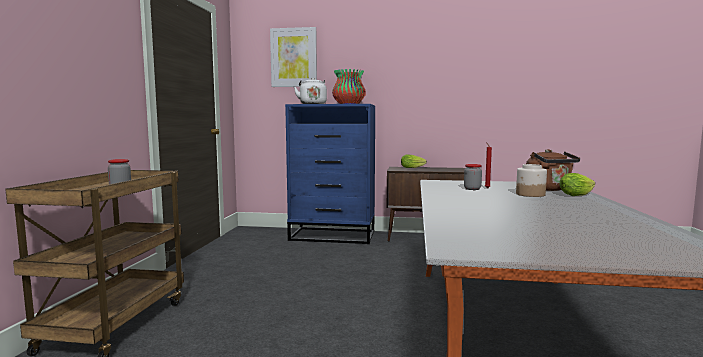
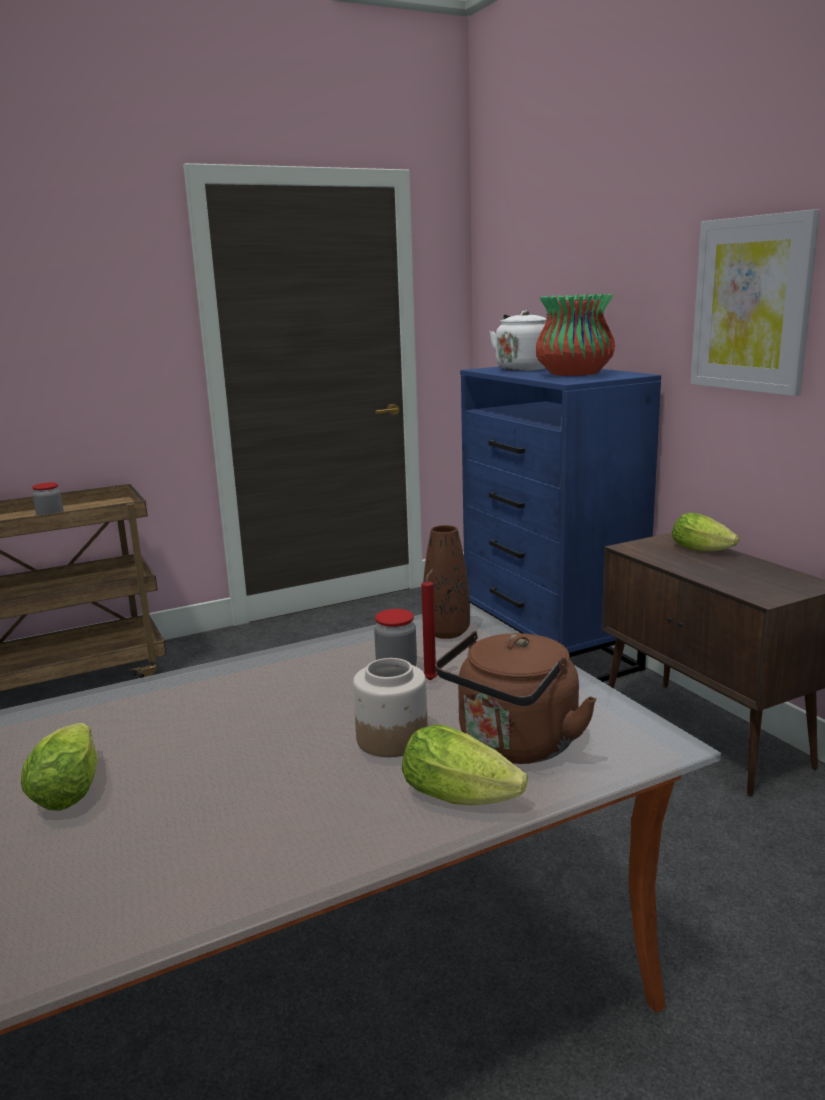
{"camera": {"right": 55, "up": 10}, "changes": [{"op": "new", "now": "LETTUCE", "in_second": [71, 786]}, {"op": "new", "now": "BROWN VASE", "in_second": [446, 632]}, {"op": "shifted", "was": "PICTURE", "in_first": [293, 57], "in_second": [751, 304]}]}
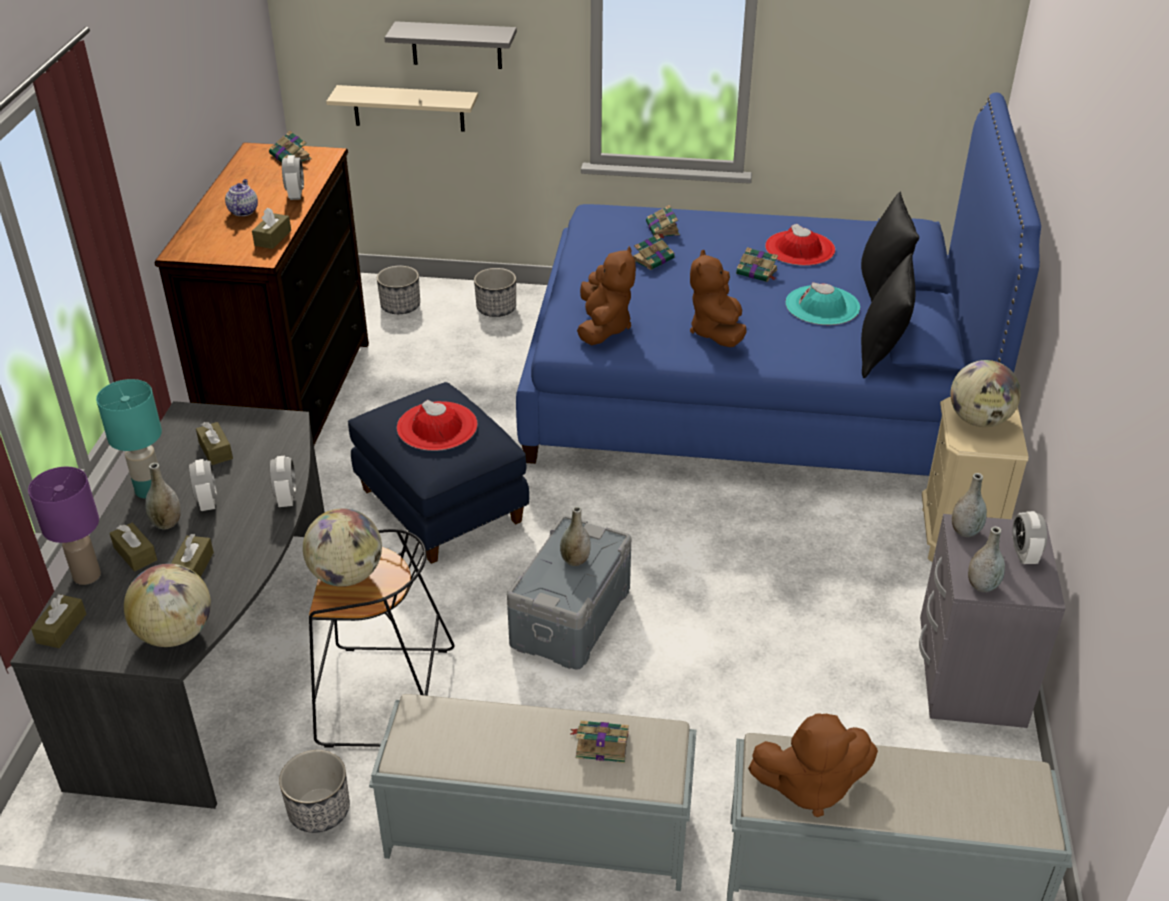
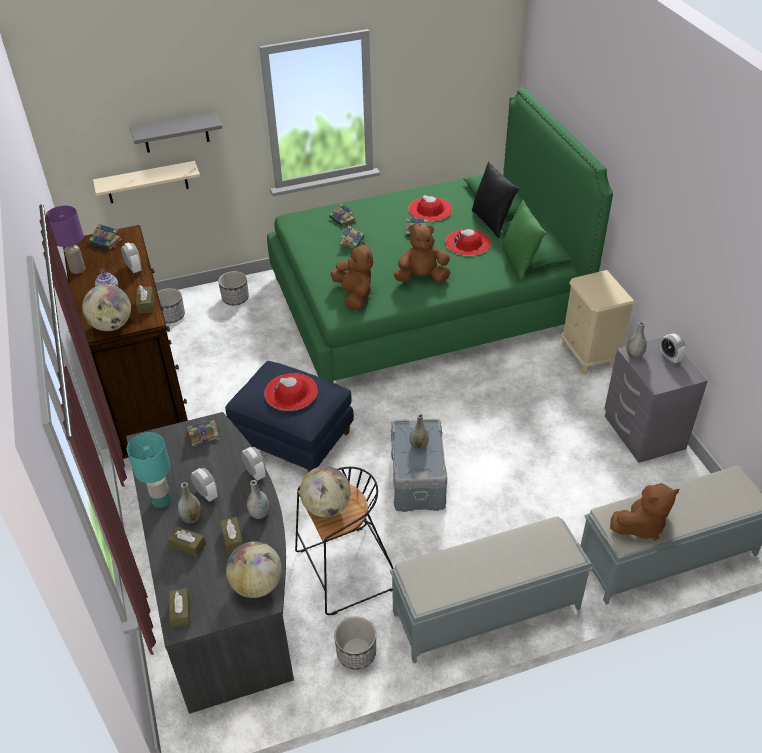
{"camera": {"right": -25, "up": 5}, "changes": [{"op": "shifted", "was": "PURPLE TABLE LAMP", "in_first": [88, 575], "in_second": [78, 269]}, {"op": "shifted", "was": "GLOBE", "in_first": [979, 420], "in_second": [112, 325]}, {"op": "shifted", "was": "BOOK", "in_first": [600, 744], "in_second": [202, 435]}, {"op": "shifted", "was": "GREY VASE", "in_first": [982, 586], "in_second": [259, 514]}, {"op": "repainted", "was": "BLUE BED", "now": "GREEN BED", "in_first": [753, 388], "in_second": [425, 302]}, {"op": "rotated", "was": "BROWN PLUSH TOY", "in_first": [717, 333], "in_second": [422, 278], "clockwise": 105}, {"op": "repainted", "was": "TURQUOISE HAT", "now": "RED HAT", "in_first": [822, 306], "in_second": [468, 243]}, {"op": "repainted", "was": "BLACK PILLOW", "now": "GREEN PILLOW", "in_first": [881, 354], "in_second": [519, 263]}, {"op": "gone", "was": "BROWN TISSUE BOX", "in_first": [215, 450]}]}
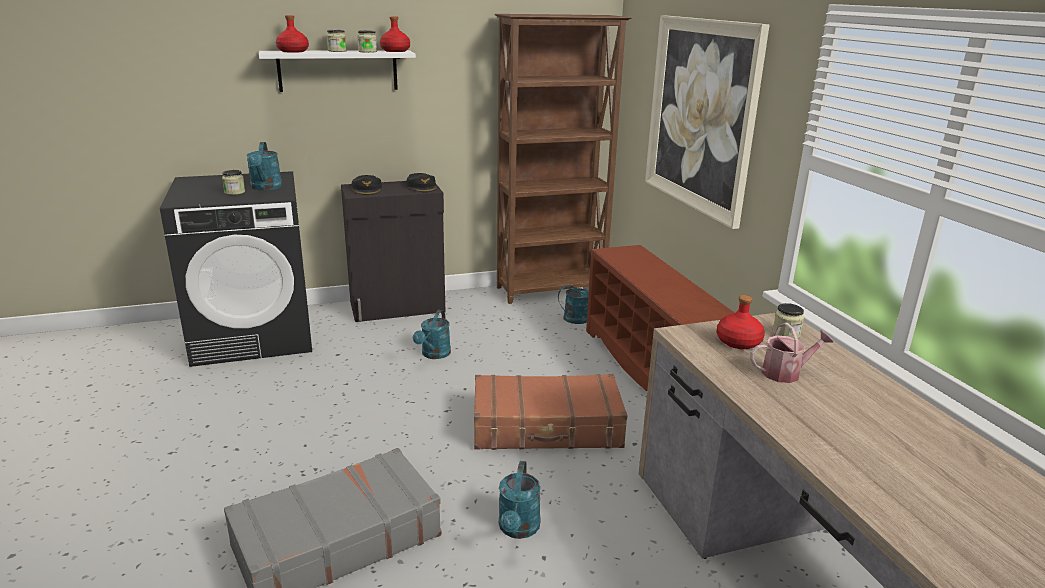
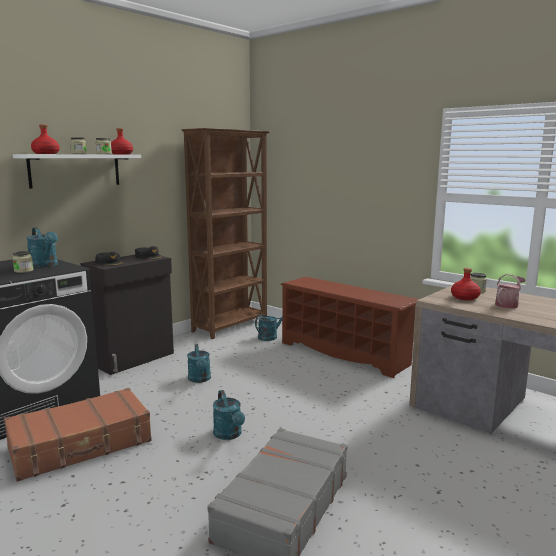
{"camera": {"right": -30, "up": -10}, "changes": [{"op": "shifted", "was": "BROWN SUITCASE", "in_first": [547, 427], "in_second": [81, 445]}, {"op": "shifted", "was": "TURQUOISE WATERING CAN", "in_first": [518, 529], "in_second": [229, 435]}, {"op": "gone", "was": "PICTURE", "in_first": [701, 115]}]}
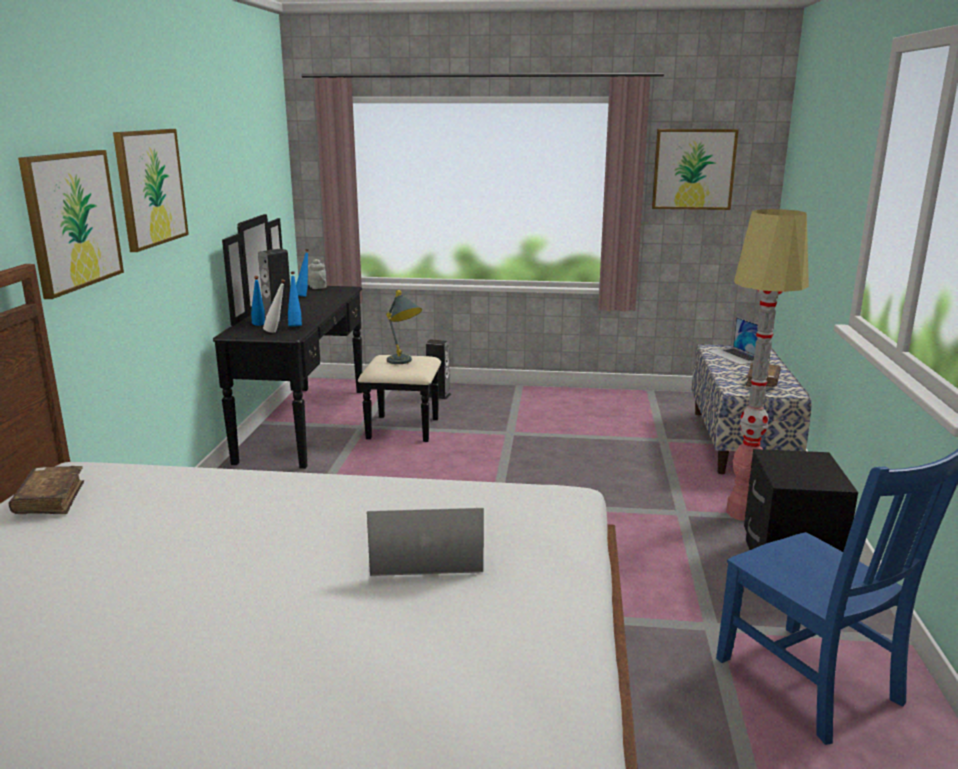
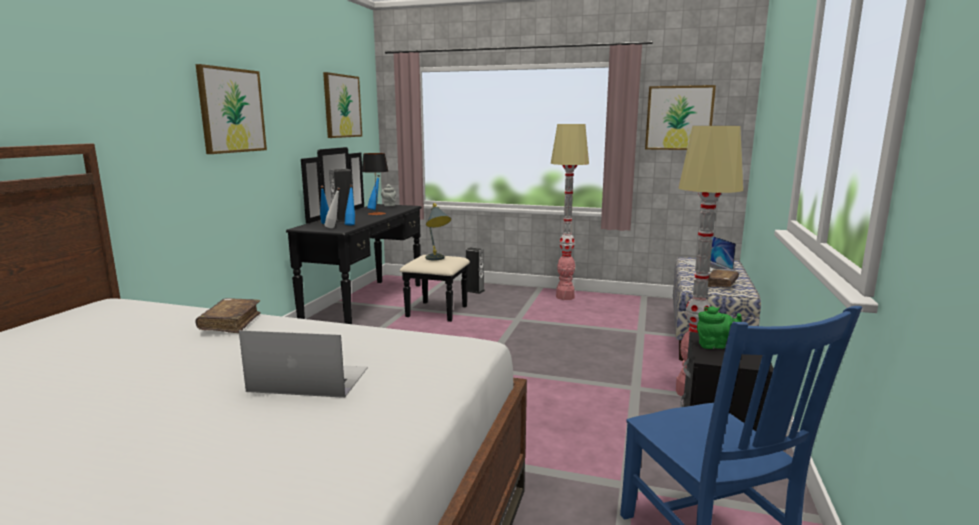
{"camera": {"right": 10, "up": -5}, "changes": [{"op": "shifted", "was": "BROWN BOOK", "in_first": [50, 500], "in_second": [231, 323]}, {"op": "shifted", "was": "PICTURE", "in_first": [72, 220], "in_second": [342, 106]}, {"op": "new", "now": "TABLE LAMP", "in_second": [377, 213]}, {"op": "new", "now": "FLOOR LAMP", "in_second": [565, 297]}, {"op": "new", "now": "GREEN TEAPOT", "in_second": [714, 345]}]}
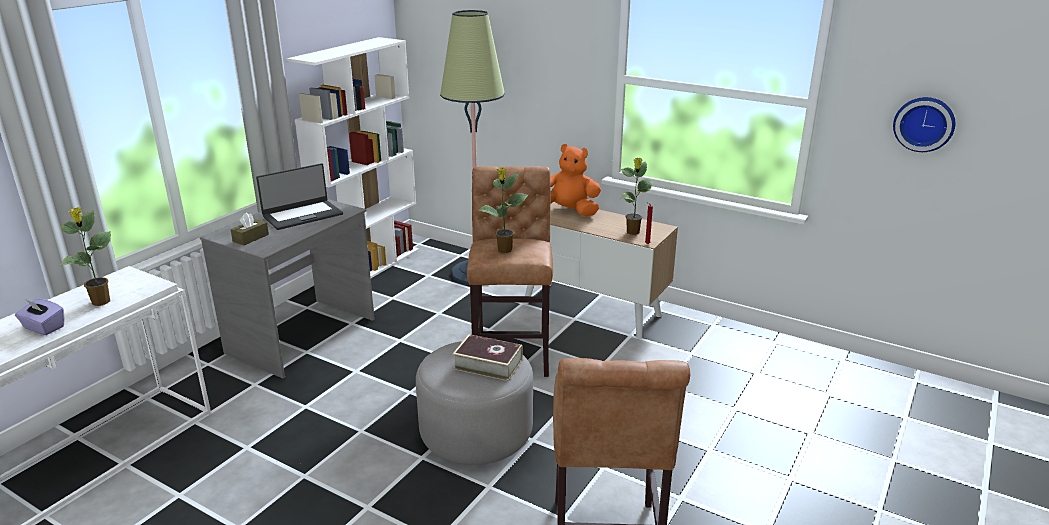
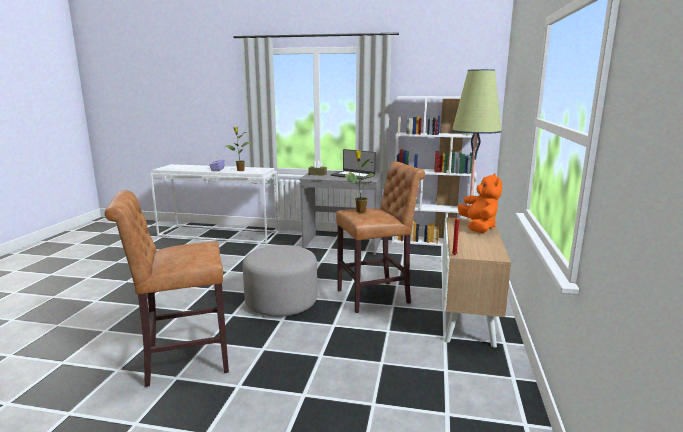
{"camera": {"right": 70, "up": -10}, "changes": [{"op": "gone", "was": "BOOK", "in_first": [488, 364]}, {"op": "gone", "was": "POTTED PLANT", "in_first": [633, 232]}, {"op": "gone", "was": "WALL CLOCK", "in_first": [924, 123]}]}
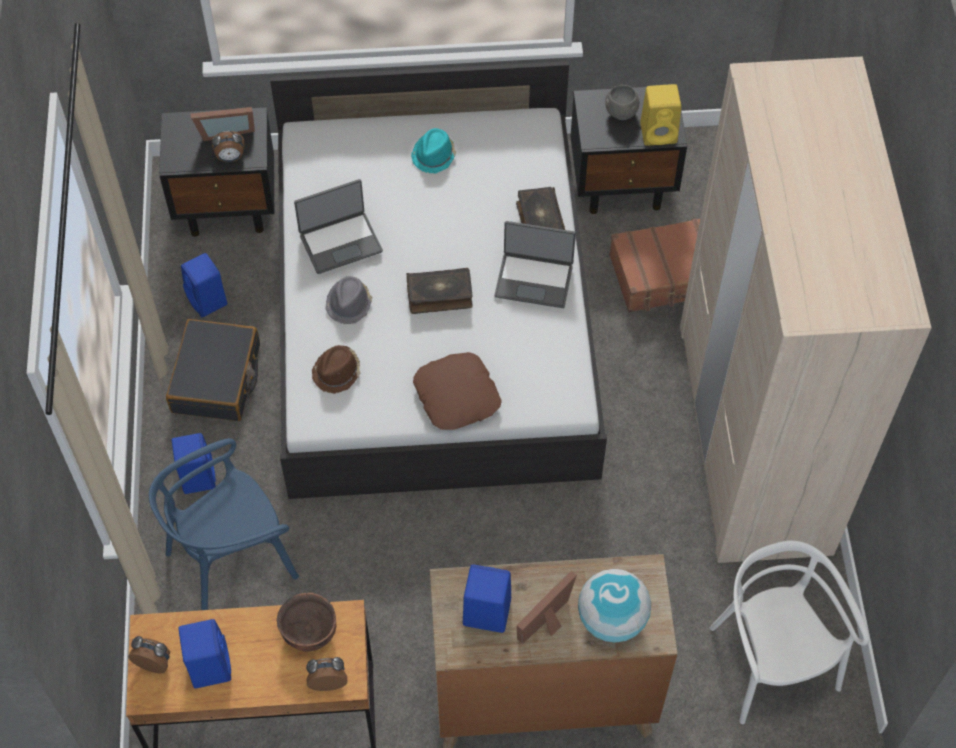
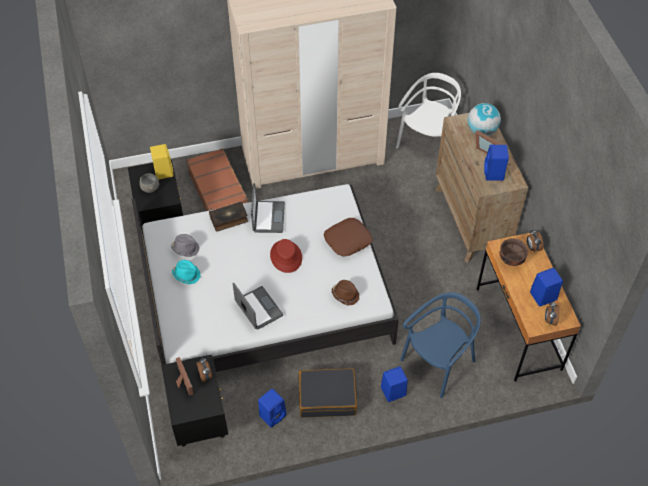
{"camera": {"right": -100, "up": -5}, "changes": [{"op": "shifted", "was": "GREY HAT", "in_first": [349, 304], "in_second": [185, 248]}, {"op": "swapped", "was": "BOOK", "now": "RED HAT", "in_first": [439, 295], "in_second": [286, 256]}, {"op": "rotated", "was": "WHITE CHAIR", "in_first": [770, 662], "in_second": [427, 143], "clockwise": 150}, {"op": "rotated", "was": "BLUE CHAIR", "in_first": [231, 560], "in_second": [438, 363], "clockwise": -90}]}
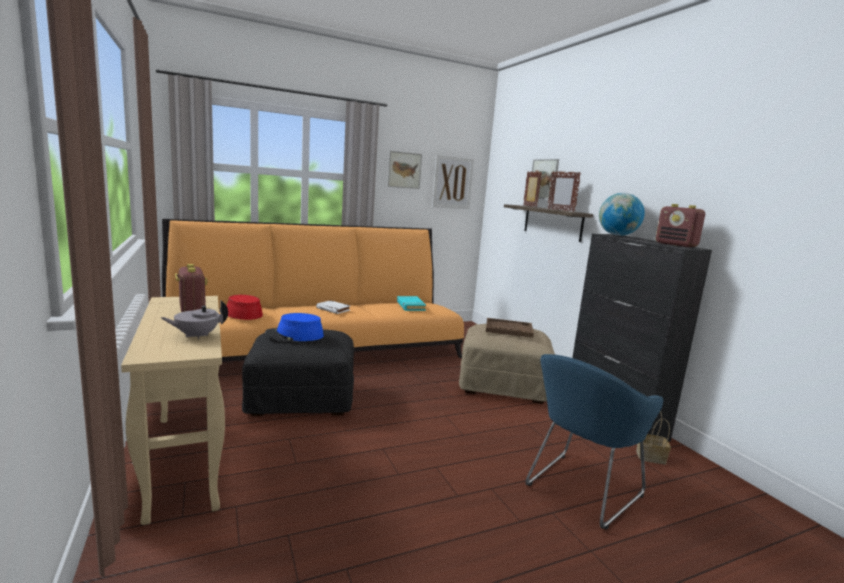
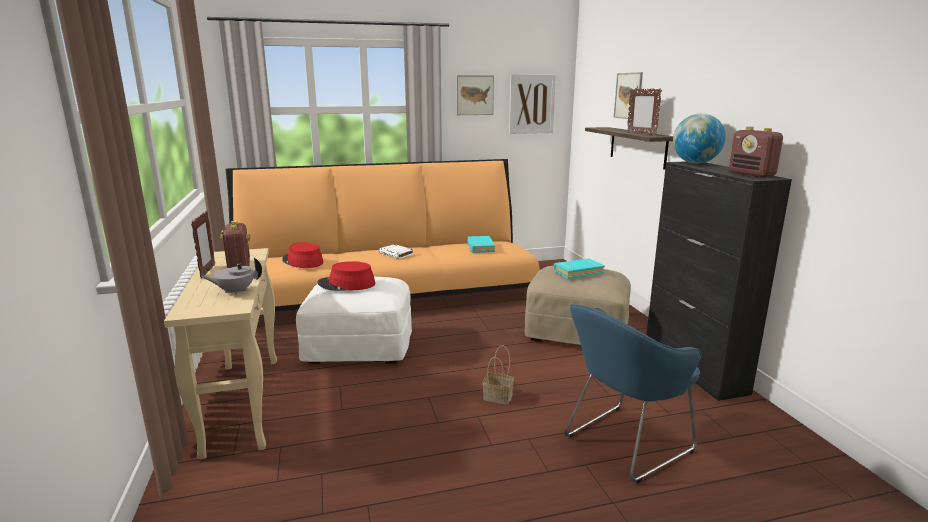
{"camera": {"right": 10, "up": 5}, "changes": [{"op": "shifted", "was": "PICTURE FRAME", "in_first": [529, 206], "in_second": [207, 272]}, {"op": "repainted", "was": "BLACK OTTOMAN", "now": "WHITE OTTOMAN", "in_first": [301, 399], "in_second": [359, 347]}, {"op": "repainted", "was": "BLUE HAT", "now": "RED HAT", "in_first": [294, 335], "in_second": [346, 284]}, {"op": "shifted", "was": "BASKET", "in_first": [651, 457], "in_second": [499, 397]}, {"op": "swapped", "was": "BROWN TRAY", "now": "TURQUOISE BOOK", "in_first": [508, 329], "in_second": [578, 272]}]}
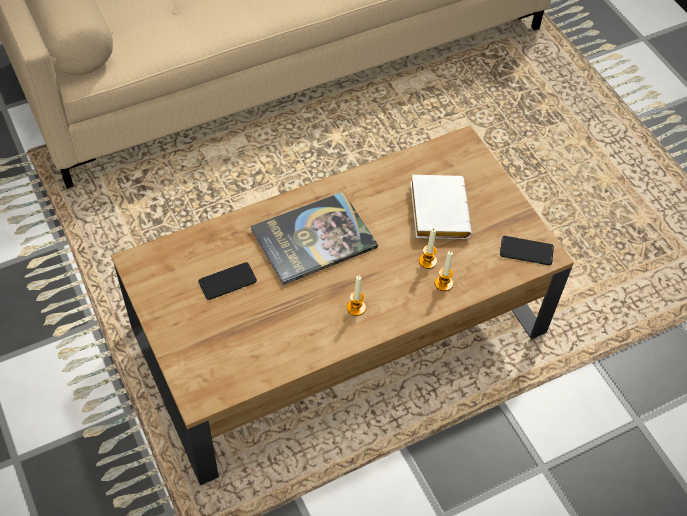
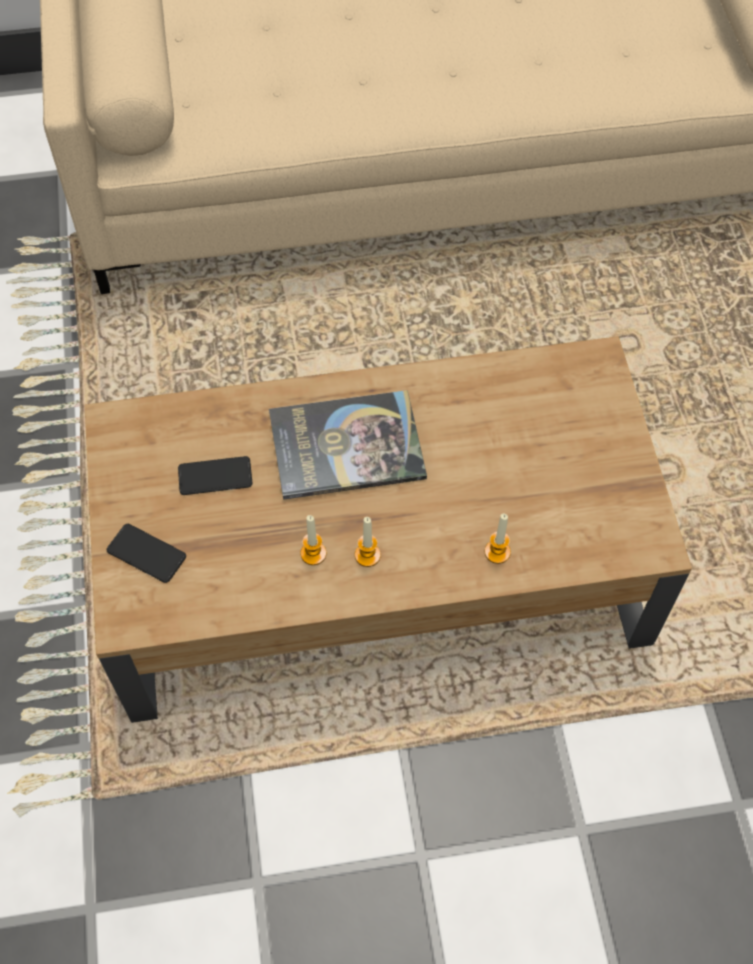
{"camera": {"right": 20, "up": 5}, "changes": [{"op": "shifted", "was": "PHONE", "in_first": [526, 251], "in_second": [146, 553]}, {"op": "shifted", "was": "CANDLE", "in_first": [427, 261], "in_second": [313, 553]}, {"op": "gone", "was": "WHITE BOOK", "in_first": [436, 210]}]}
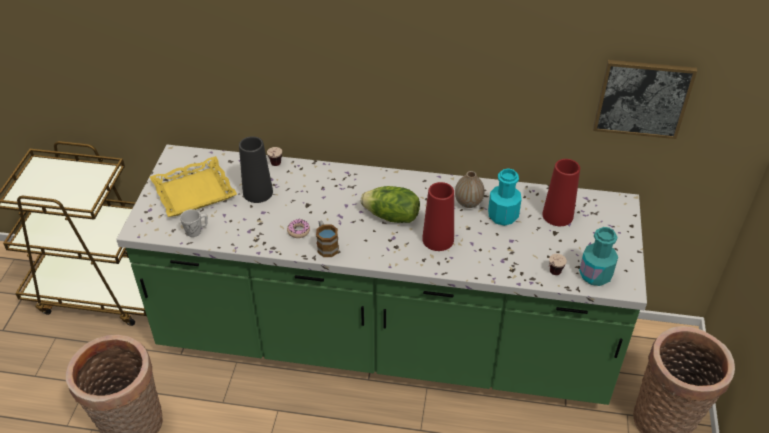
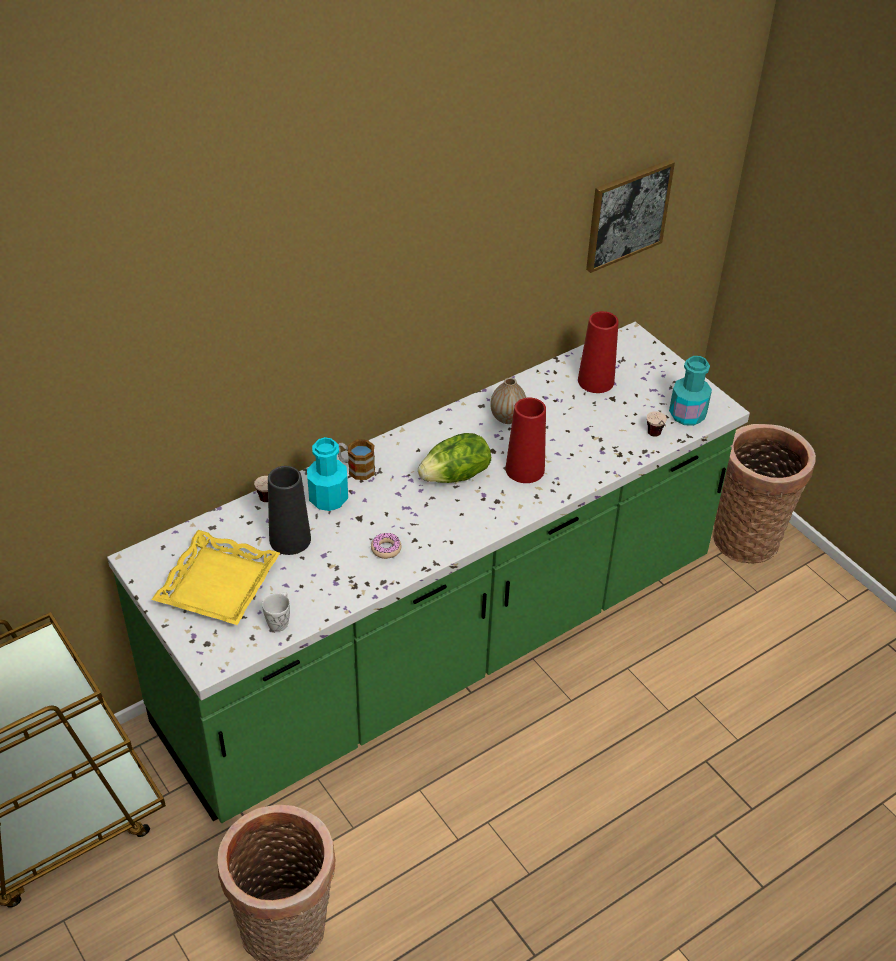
{"camera": {"right": -45, "up": 0}, "changes": [{"op": "shifted", "was": "TURQUOISE BOTTLE", "in_first": [503, 216], "in_second": [328, 498]}, {"op": "shifted", "was": "MUG", "in_first": [326, 246], "in_second": [356, 468]}]}
